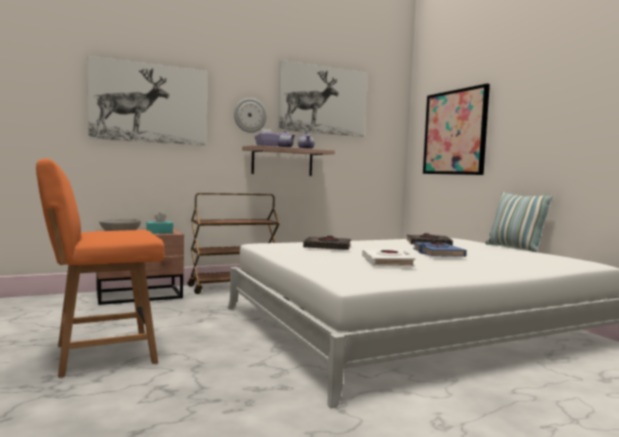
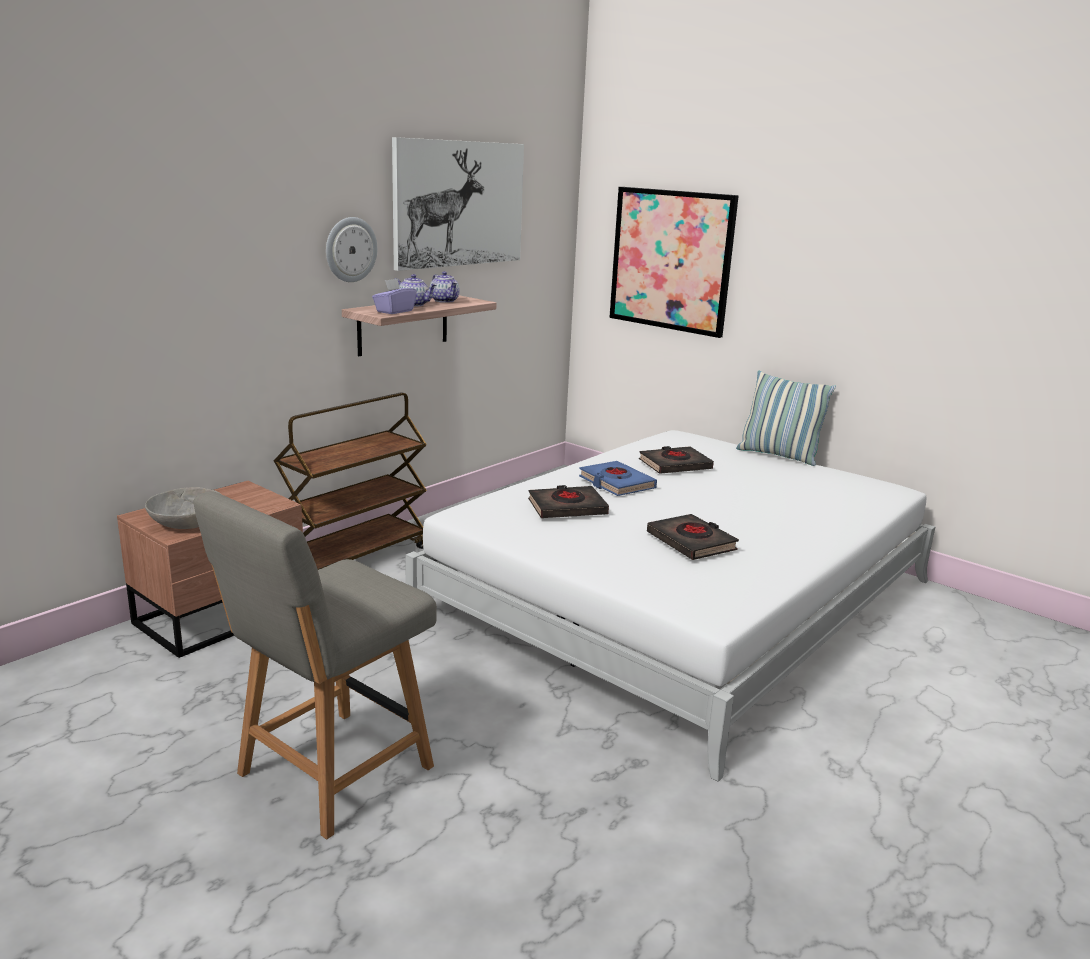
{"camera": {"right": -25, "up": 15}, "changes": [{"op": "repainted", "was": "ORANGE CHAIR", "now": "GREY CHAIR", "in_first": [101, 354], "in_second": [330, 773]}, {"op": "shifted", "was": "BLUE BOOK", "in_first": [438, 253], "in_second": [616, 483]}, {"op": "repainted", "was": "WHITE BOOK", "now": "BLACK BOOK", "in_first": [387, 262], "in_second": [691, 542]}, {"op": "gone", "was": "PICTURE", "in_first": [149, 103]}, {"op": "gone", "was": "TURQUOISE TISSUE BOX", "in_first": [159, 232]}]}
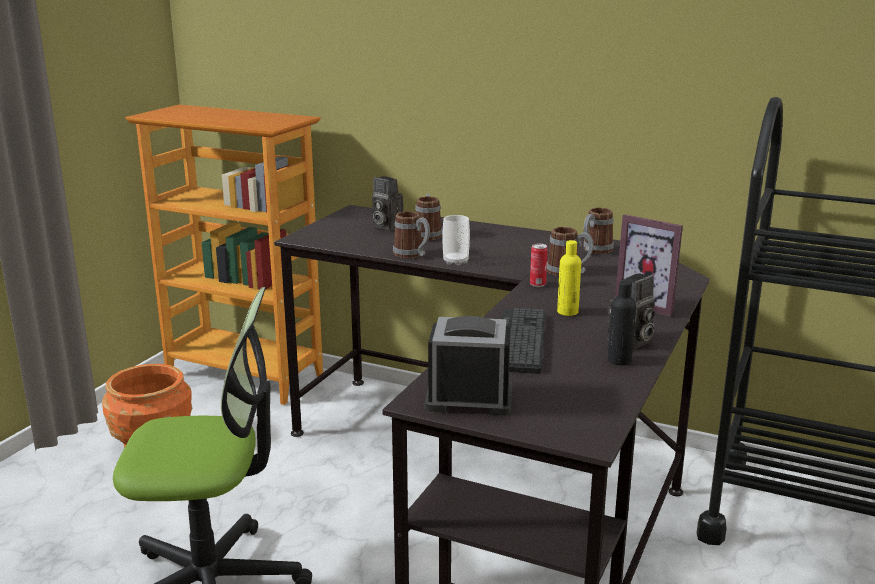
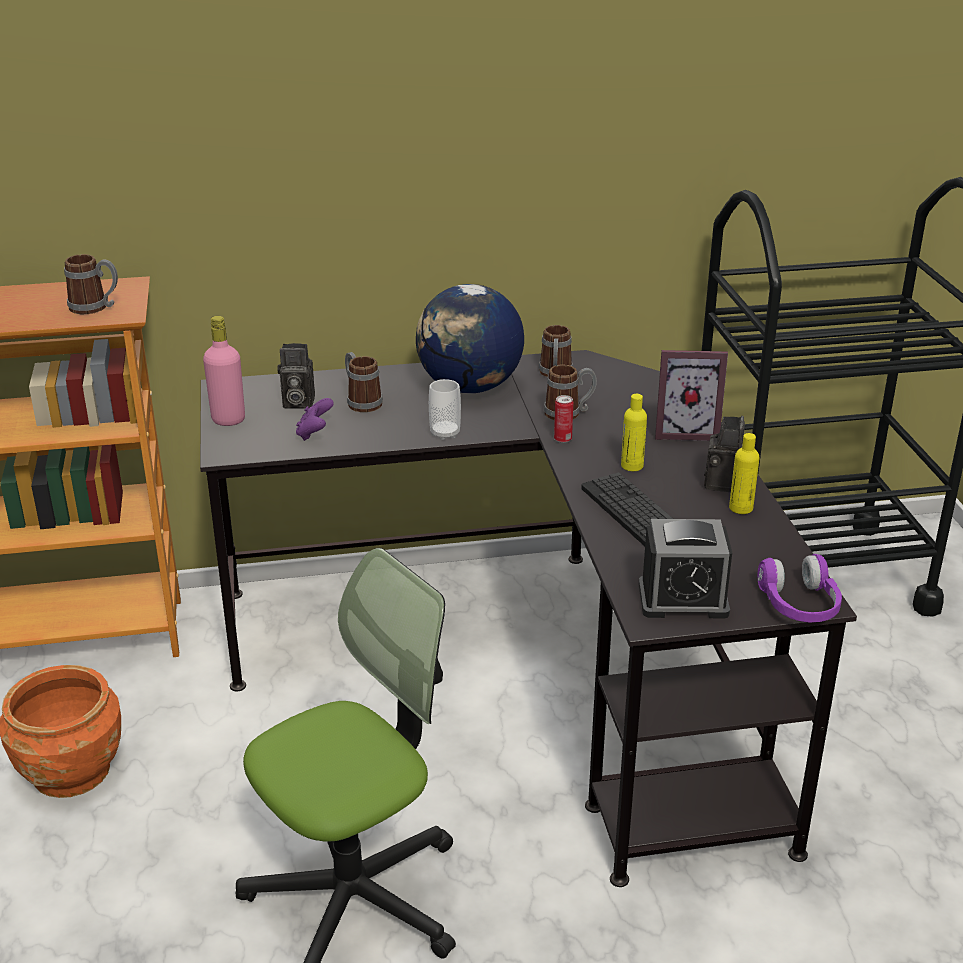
{"camera": {"right": -35, "up": 10}, "changes": [{"op": "shifted", "was": "MUG", "in_first": [412, 255], "in_second": [95, 308]}, {"op": "new", "now": "PINK BOTTLE", "in_second": [228, 420]}, {"op": "new", "now": "PURPLE GAME CONTROLLER", "in_second": [314, 433]}, {"op": "new", "now": "GLOBE", "in_second": [469, 387]}, {"op": "rotated", "was": "ALARM CLOCK", "in_first": [469, 398], "in_second": [683, 599], "clockwise": -150}, {"op": "repainted", "was": "BLACK BOTTLE", "now": "YELLOW BOTTLE", "in_first": [619, 360], "in_second": [741, 508]}, {"op": "new", "now": "PURPLE HEADPHONES", "in_second": [799, 605]}]}
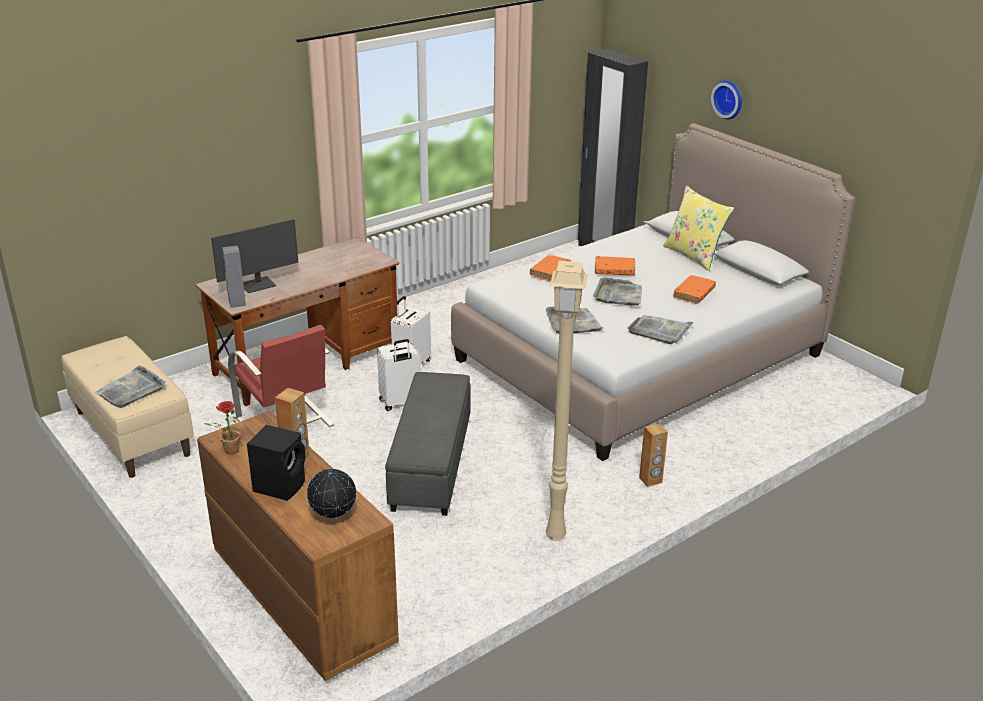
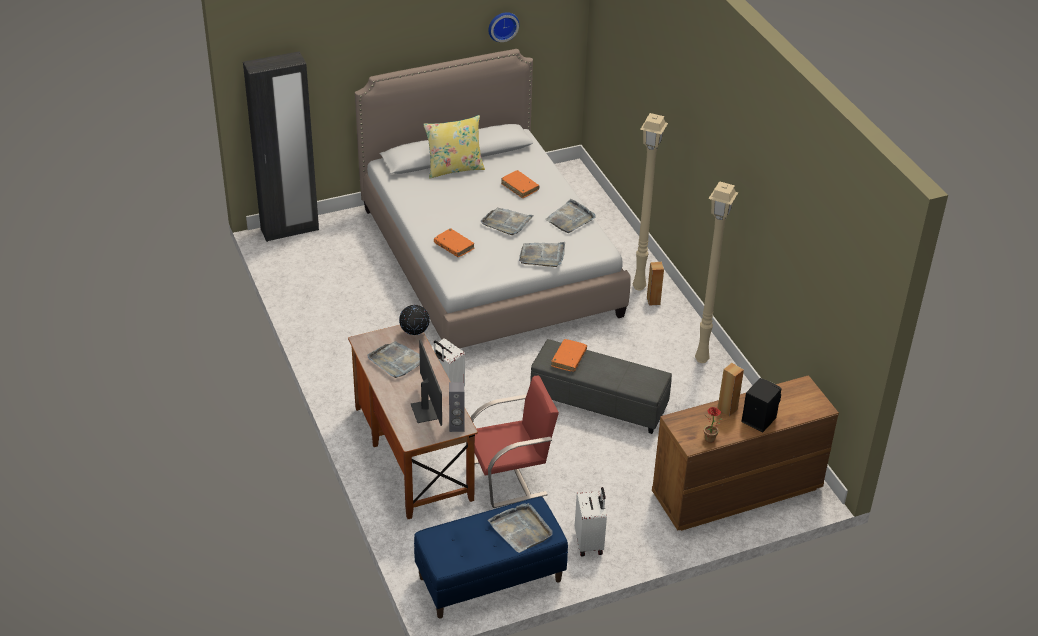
{"camera": {"right": -75, "up": 10}, "changes": [{"op": "new", "now": "GREY TRAY", "in_second": [397, 361]}, {"op": "shifted", "was": "GLOBE", "in_first": [333, 518], "in_second": [414, 334]}, {"op": "repainted", "was": "BEIGE BENCH", "now": "BLUE BENCH", "in_first": [131, 433], "in_second": [490, 579]}, {"op": "shifted", "was": "WALL CLOCK", "in_first": [729, 99], "in_second": [502, 25]}, {"op": "shifted", "was": "ORANGE BOOK", "in_first": [614, 270], "in_second": [569, 359]}, {"op": "shifted", "was": "WHITE SUITCASE", "in_first": [400, 402], "in_second": [590, 543]}, {"op": "new", "now": "BEIGE FLOOR LAMP", "in_second": [638, 286]}]}
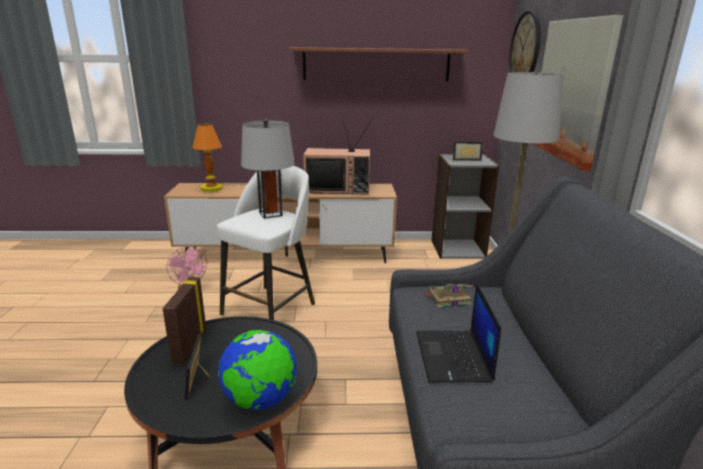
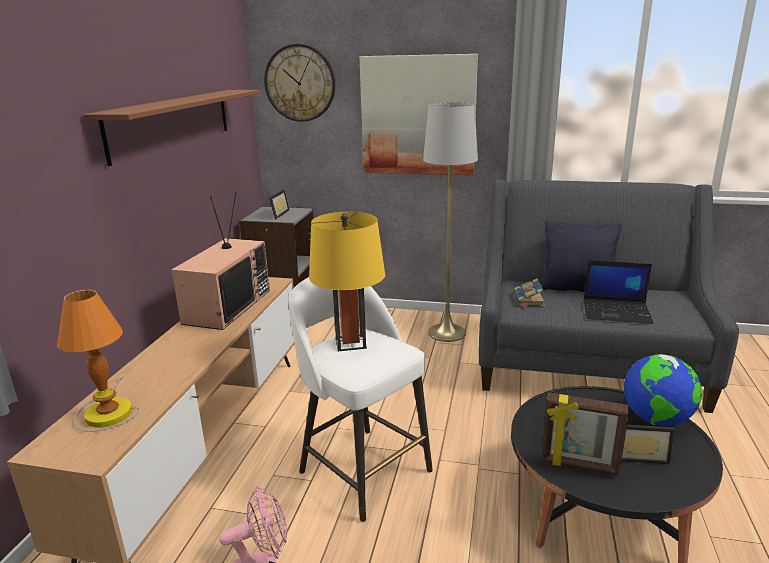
{"camera": {"right": -75, "up": 0}, "changes": [{"op": "repainted", "was": "GREY TABLE LAMP", "now": "YELLOW TABLE LAMP", "in_first": [271, 214], "in_second": [350, 343]}, {"op": "new", "now": "BLACK PILLOW", "in_second": [577, 288]}]}
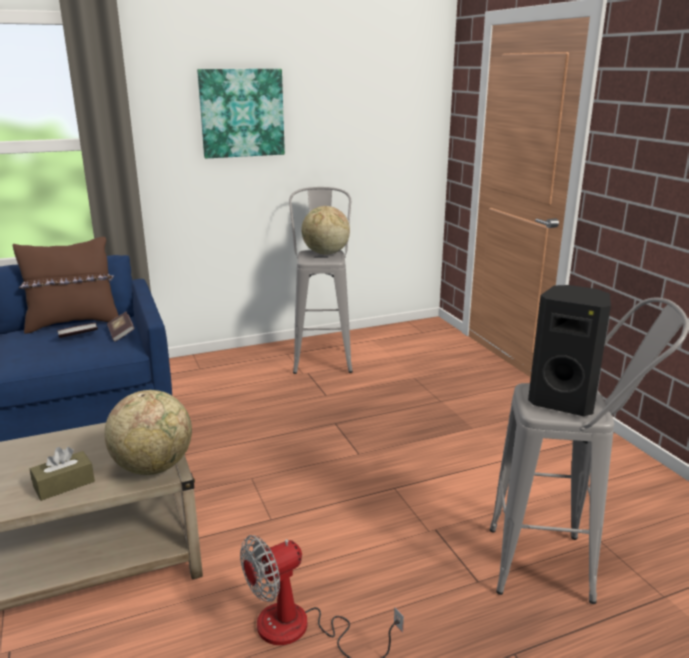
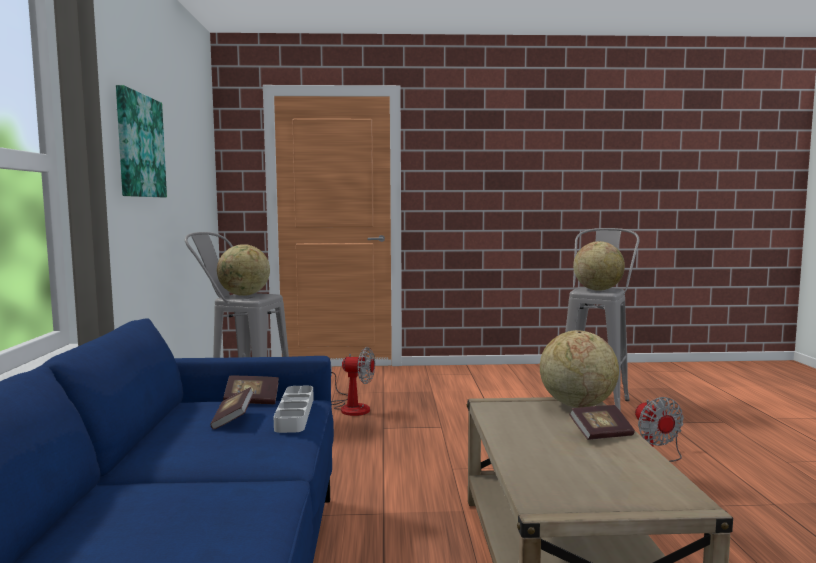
{"camera": {"right": -70, "up": -15}, "changes": [{"op": "new", "now": "GREY TRAY", "in_second": [295, 413]}, {"op": "new", "now": "FAN", "in_second": [351, 407]}, {"op": "swapped", "was": "BROWN TISSUE BOX", "now": "BOOK", "in_first": [64, 484], "in_second": [601, 434]}, {"op": "swapped", "was": "BLACK SPEAKER", "now": "GLOBE", "in_first": [563, 402], "in_second": [598, 290]}, {"op": "gone", "was": "BROWN PILLOW", "in_first": [73, 323]}]}
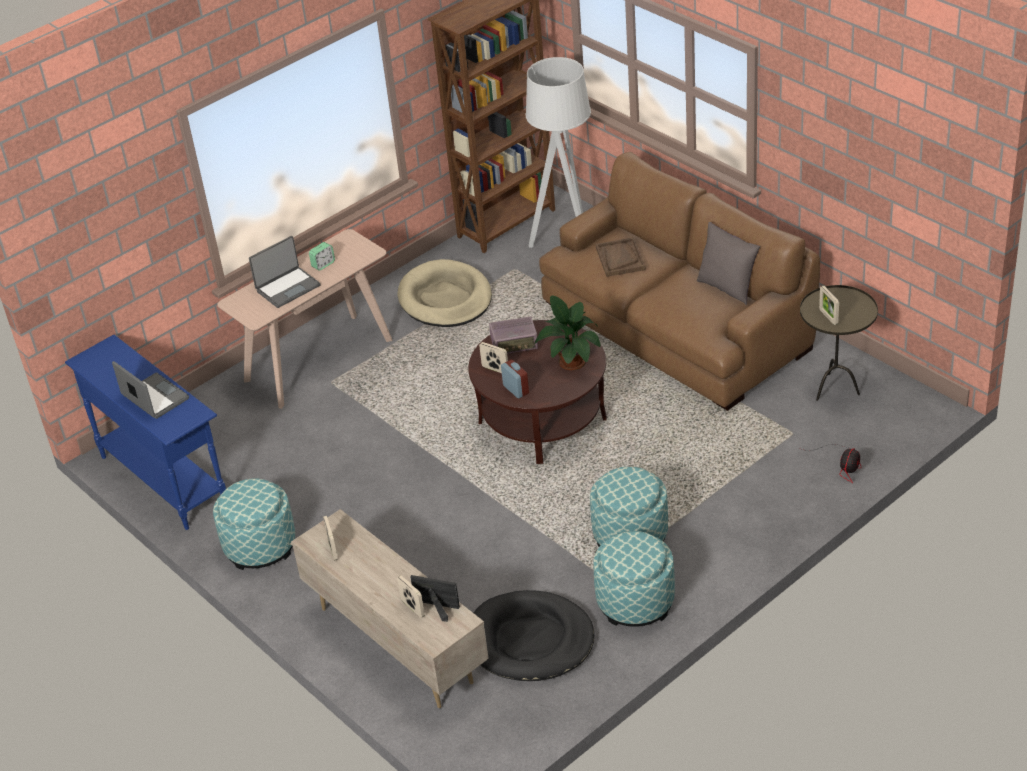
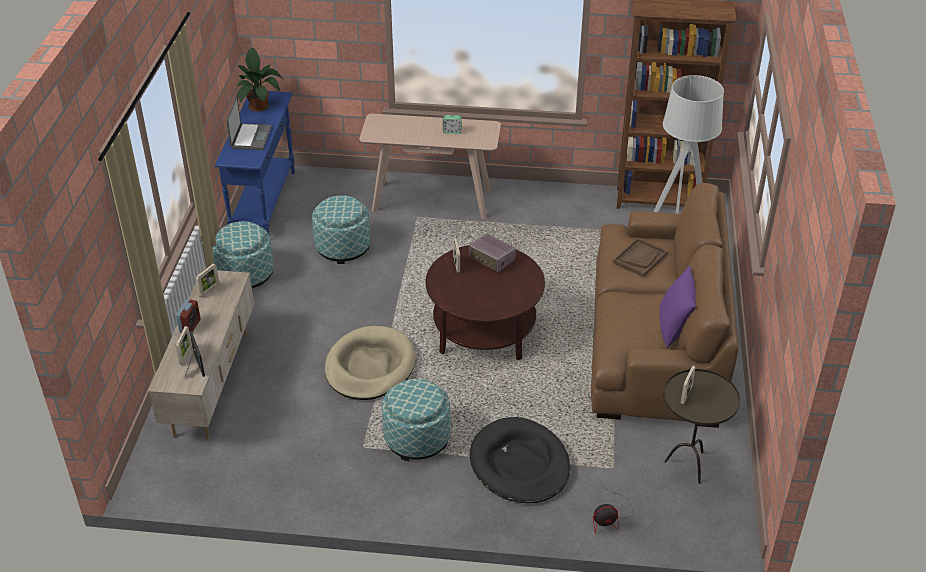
{"camera": {"right": 45, "up": 0}, "changes": [{"op": "shifted", "was": "ALARM CLOCK", "in_first": [516, 389], "in_second": [190, 326]}, {"op": "shifted", "was": "POTTED PLANT", "in_first": [571, 360], "in_second": [259, 105]}, {"op": "shifted", "was": "OTTOMAN", "in_first": [635, 601], "in_second": [343, 247]}, {"op": "shifted", "was": "BEIGE DOG BED", "in_first": [445, 298], "in_second": [370, 367]}, {"op": "shifted", "was": "BLACK DOG BED", "in_first": [530, 640], "in_second": [519, 464]}, {"op": "repainted", "was": "GREY PILLOW", "now": "PURPLE PILLOW", "in_first": [727, 288], "in_second": [674, 328]}, {"op": "gone", "was": "LAPTOP", "in_first": [287, 288]}]}
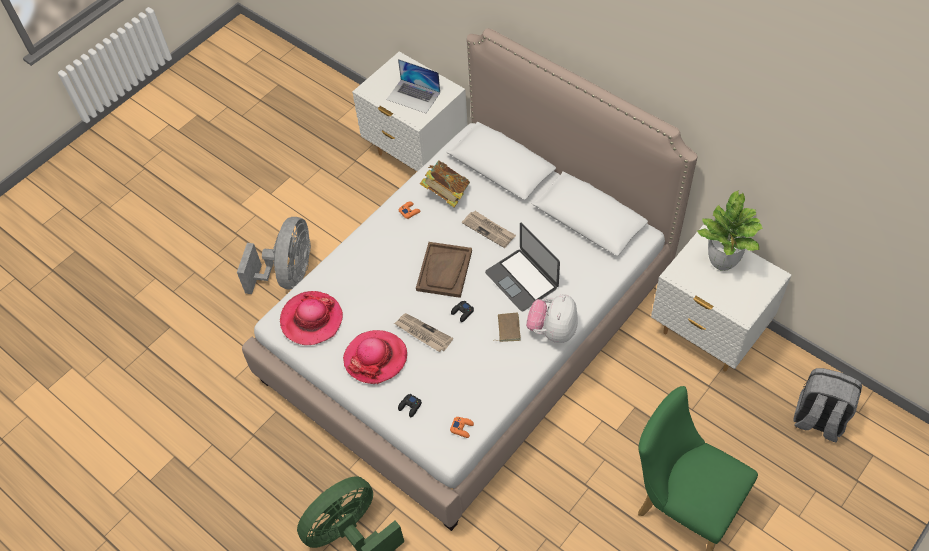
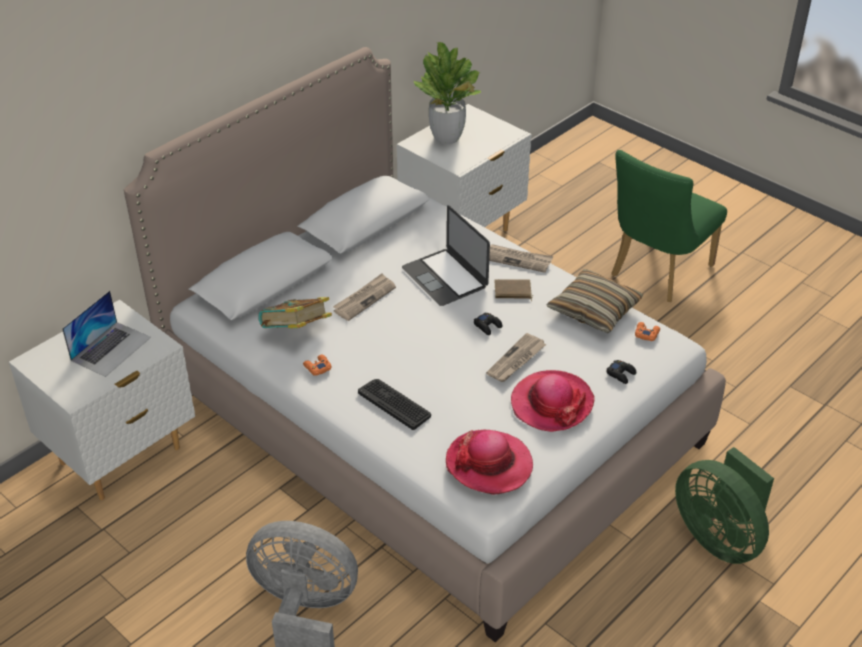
{"camera": {"right": -90, "up": -15}, "changes": [{"op": "new", "now": "KEYBOARD", "in_second": [394, 404]}, {"op": "rotated", "was": "LAPTOP", "in_first": [522, 280], "in_second": [445, 277], "clockwise": 90}, {"op": "swapped", "was": "PLUSH TOY", "now": "NEWSPAPER", "in_first": [552, 330], "in_second": [517, 259]}, {"op": "new", "now": "PILLOW", "in_second": [594, 310]}, {"op": "gone", "was": "BROWN TRAY", "in_first": [444, 271]}, {"op": "gone", "was": "GREY BACKPACK", "in_first": [818, 419]}]}
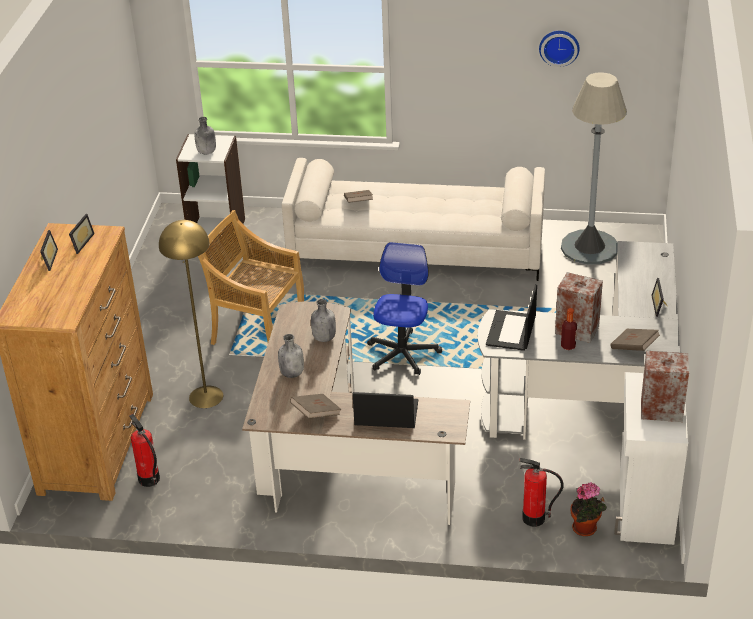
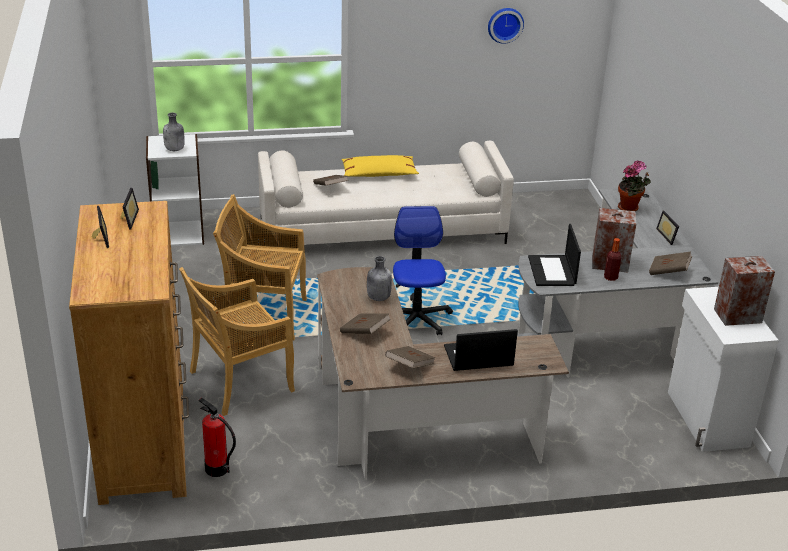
{"camera": {"right": -20, "up": -5}, "changes": [{"op": "swapped", "was": "YELLOW FLOOR LAMP", "now": "BEIGE CHAIR", "in_first": [206, 396], "in_second": [239, 382]}, {"op": "swapped", "was": "GREY BOTTLE", "now": "BROWN BOOK", "in_first": [292, 373], "in_second": [364, 333]}, {"op": "new", "now": "YELLOW PILLOW", "in_second": [379, 174]}, {"op": "shifted", "was": "POTTED PLANT", "in_first": [586, 529], "in_second": [630, 208]}, {"op": "gone", "was": "FIRE EXTINGUISHER", "in_first": [533, 518]}, {"op": "gone", "was": "GREY FLOOR LAMP", "in_first": [589, 248]}]}
